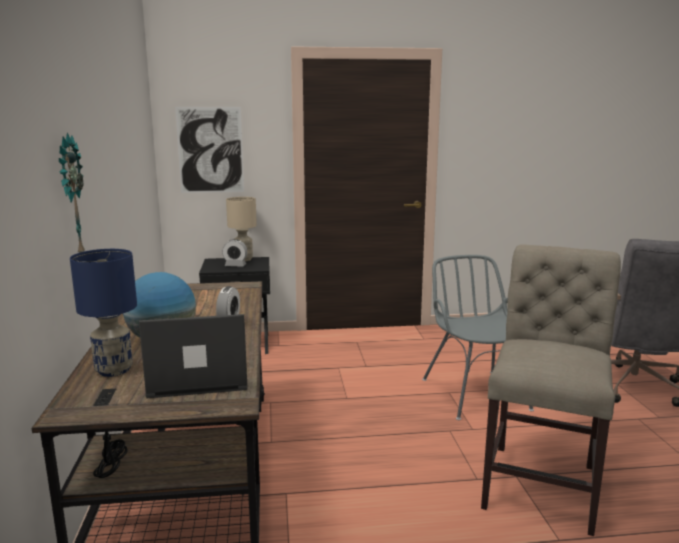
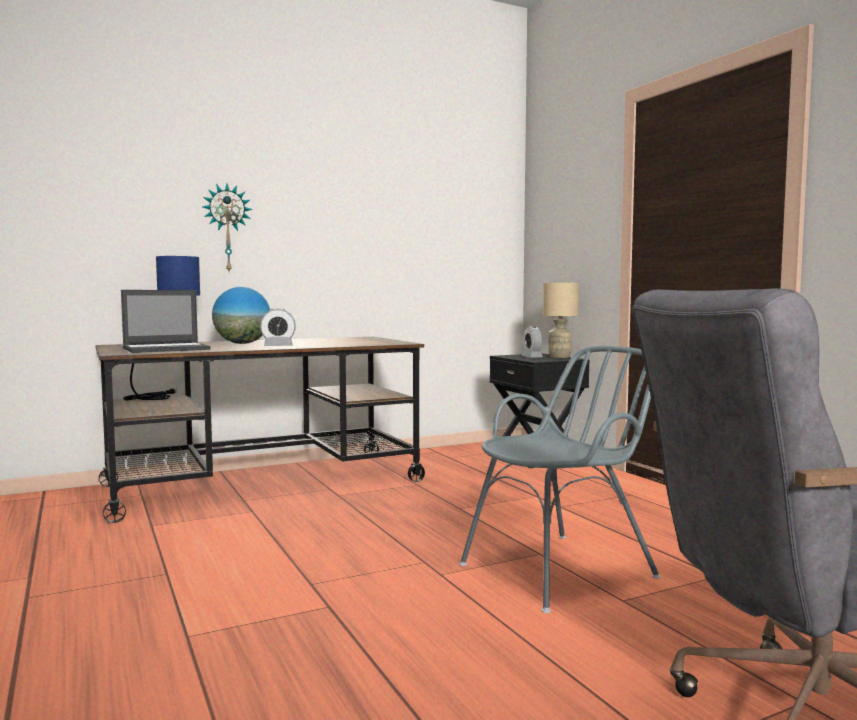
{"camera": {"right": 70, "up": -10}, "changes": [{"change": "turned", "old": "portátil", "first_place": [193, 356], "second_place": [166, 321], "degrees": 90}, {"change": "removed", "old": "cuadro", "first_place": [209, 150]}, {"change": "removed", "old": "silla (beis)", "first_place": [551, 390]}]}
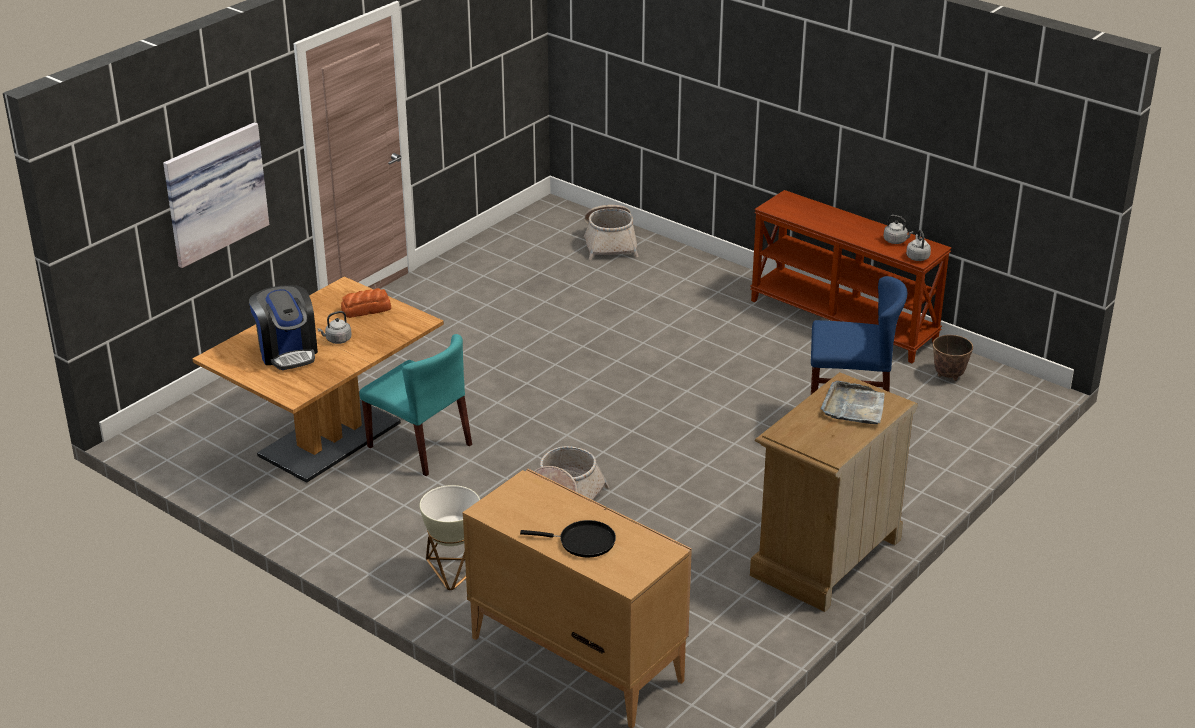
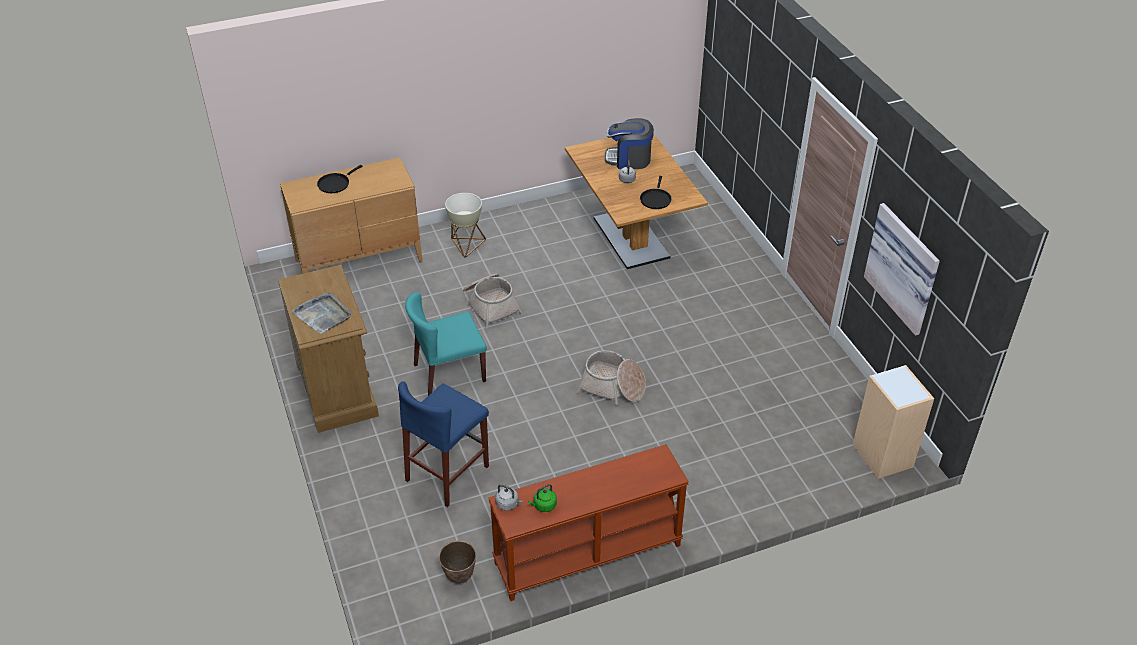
{"camera": {"right": 120, "up": 10}, "changes": [{"change": "moved", "old": "cuadro", "first_place": [216, 195], "second_place": [902, 269]}, {"change": "replaced", "old": "pan", "new": "sartén (negro)", "first_place": [366, 303], "second_place": [656, 192]}, {"change": "moved", "old": "silla (turquesa)", "first_place": [415, 405], "second_place": [446, 344]}, {"change": "moved", "old": "cesta", "first_place": [611, 232], "second_place": [611, 378]}, {"change": "recoloured", "old": "hervidor (gris)", "new": "hervidor (verde)", "first_place": [898, 229], "second_place": [542, 498]}, {"change": "added", "new": "estantería", "second_place": [893, 422]}]}
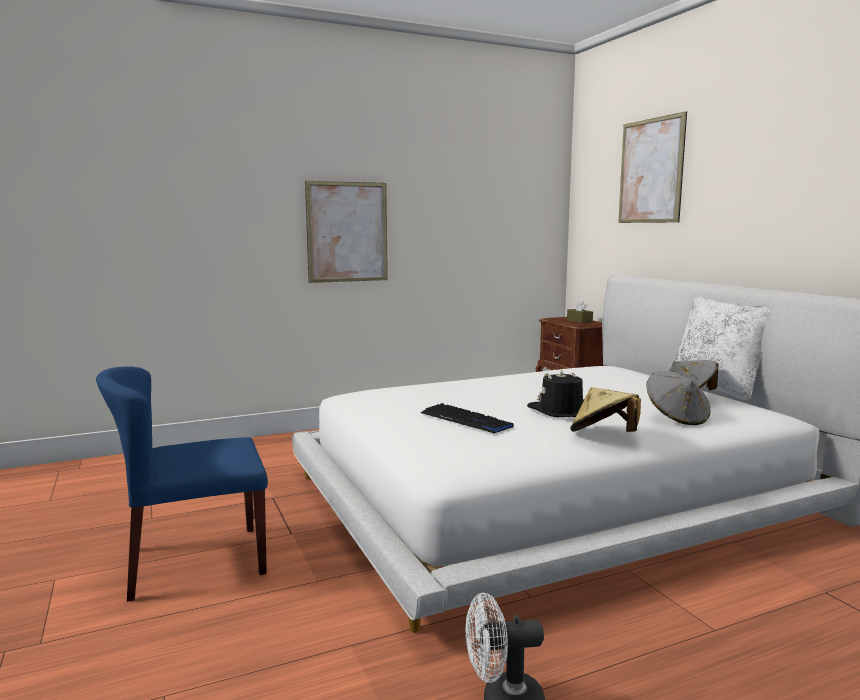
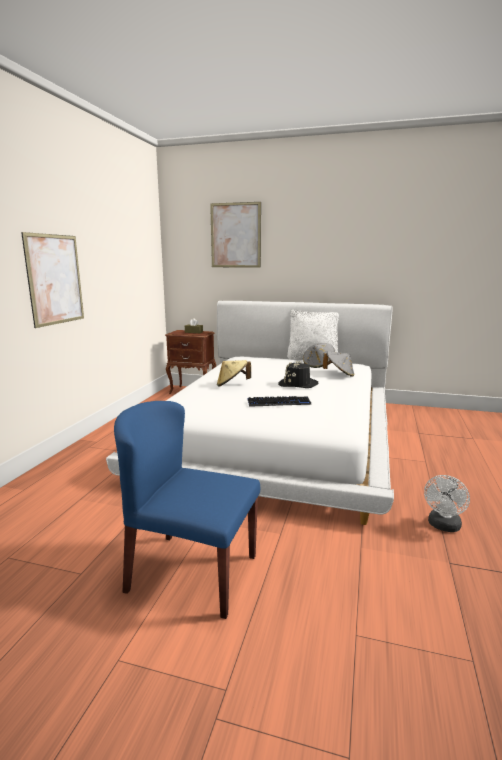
{"camera": {"right": -50, "up": 5}, "changes": [{"change": "turned", "old": "silla (azul)", "first_place": [182, 484], "second_place": [187, 510], "degrees": 90}, {"change": "moved", "old": "sombrero (beis)", "first_place": [605, 409], "second_place": [234, 373]}]}
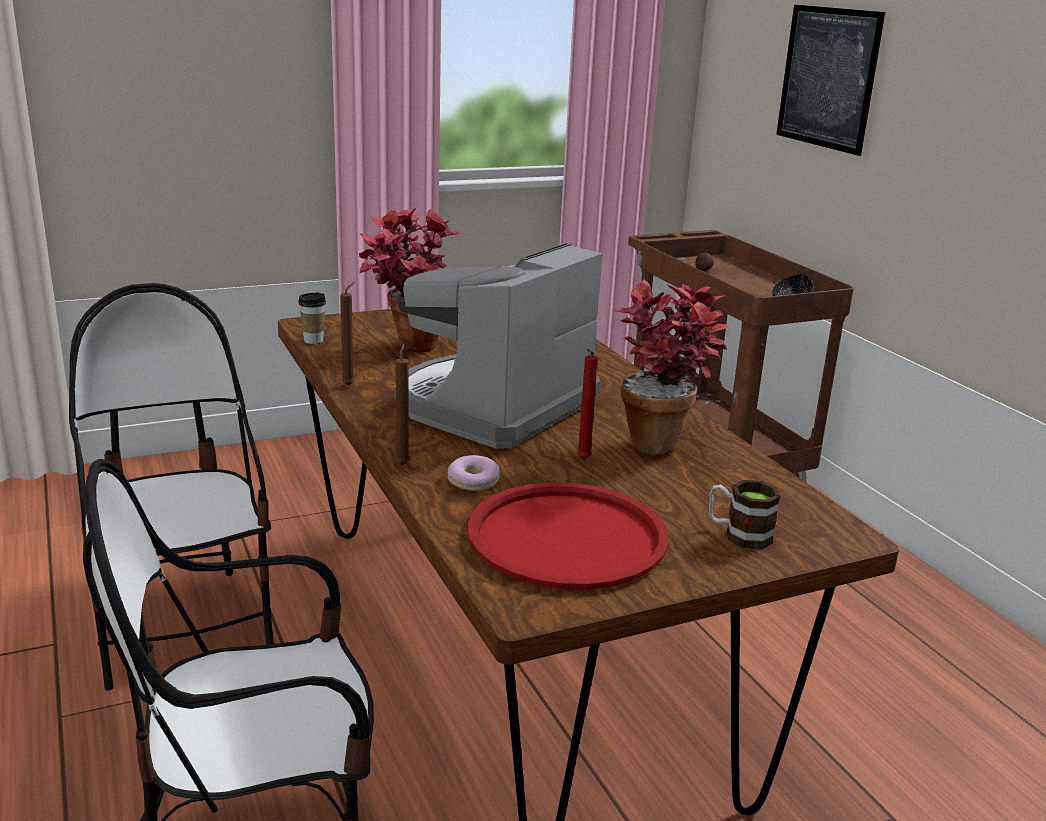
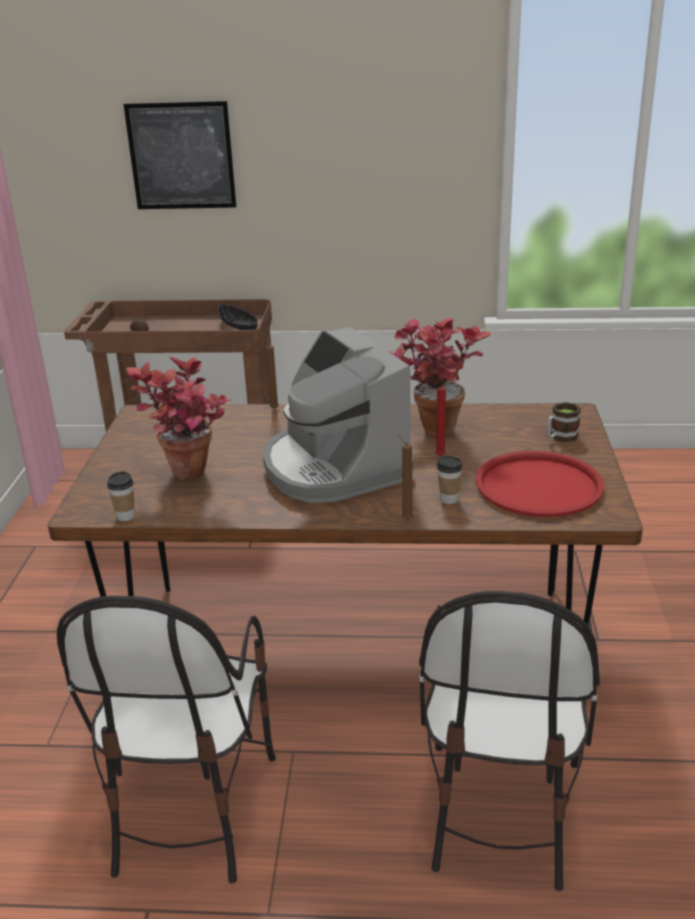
{"camera": {"right": -60, "up": 5}, "changes": [{"change": "turned", "old": "silla", "first_place": [171, 487], "second_place": [166, 740], "degrees": -90}, {"change": "moved", "old": "vela (marrón)", "first_place": [347, 334], "second_place": [272, 373]}, {"change": "replaced", "old": "rosquilla", "new": "taza", "first_place": [474, 473], "second_place": [450, 480]}]}
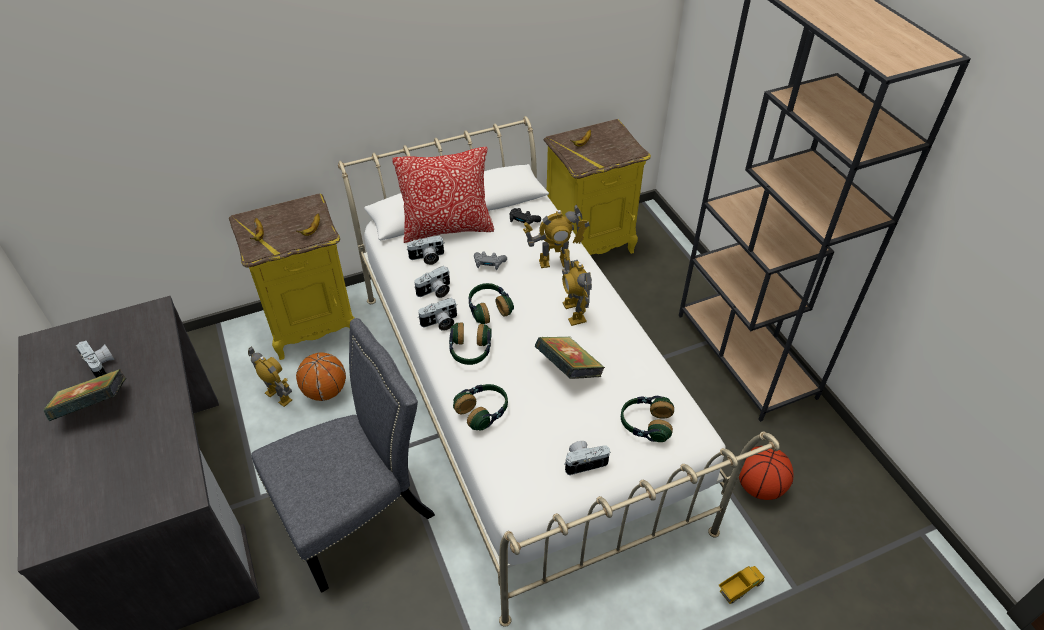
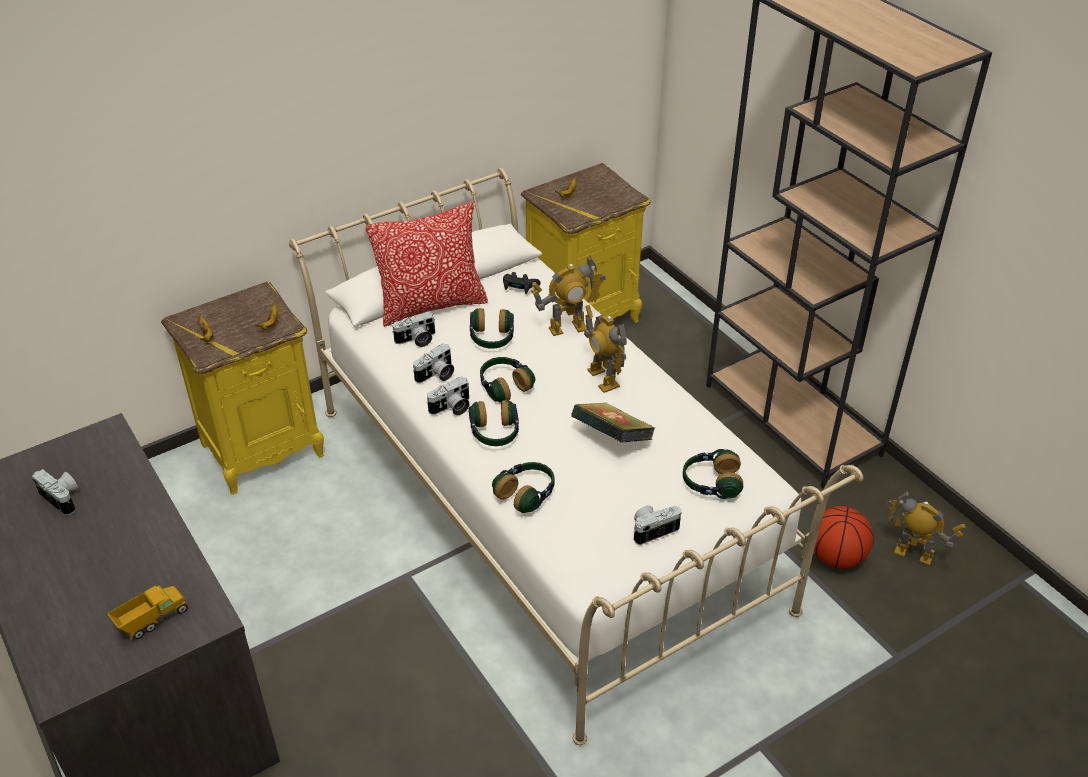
{"camera": {"right": -10, "up": -5}, "changes": [{"change": "removed", "old": "libro", "first_place": [84, 395]}, {"change": "moved", "old": "robot de juguete", "first_place": [270, 376], "second_place": [926, 528]}, {"change": "removed", "old": "silla (gris)", "first_place": [343, 455]}, {"change": "removed", "old": "balón de baloncesto", "first_place": [321, 376]}, {"change": "replaced", "old": "mando de consola (gris)", "new": "auriculares", "first_place": [490, 261], "second_place": [492, 328]}, {"change": "moved", "old": "camión de juguete", "first_place": [741, 585], "second_place": [148, 612]}]}
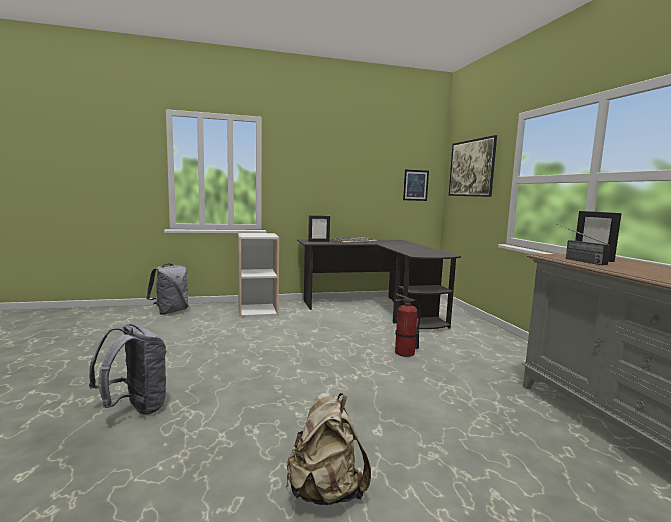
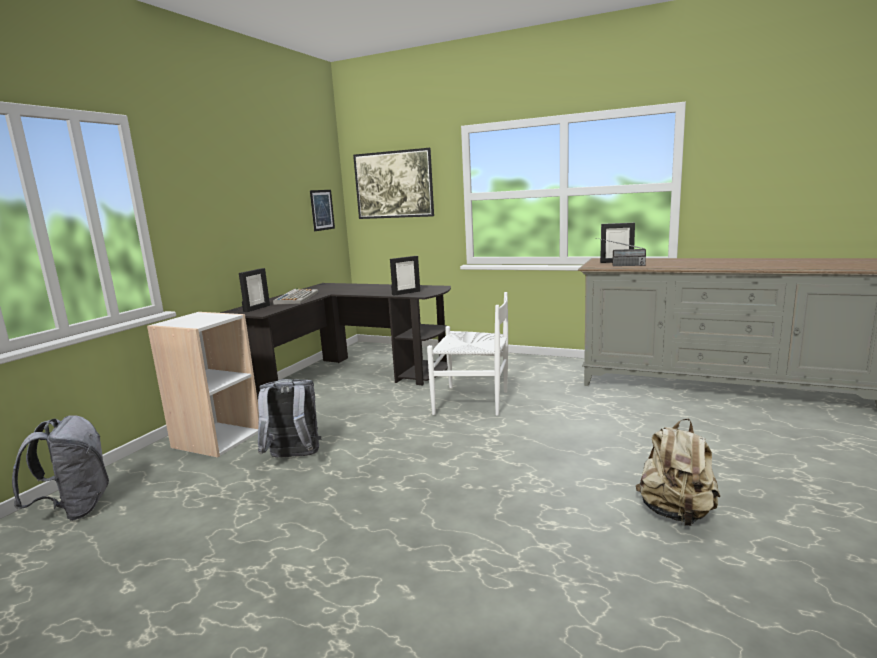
{"camera": {"right": -50, "up": 5}, "changes": [{"change": "moved", "old": "mochila (gris)", "first_place": [127, 369], "second_place": [289, 418]}, {"change": "replaced", "old": "extintor", "new": "silla (blanco)", "first_place": [408, 325], "second_place": [467, 354]}, {"change": "added", "new": "portarretratos", "second_place": [405, 276]}]}
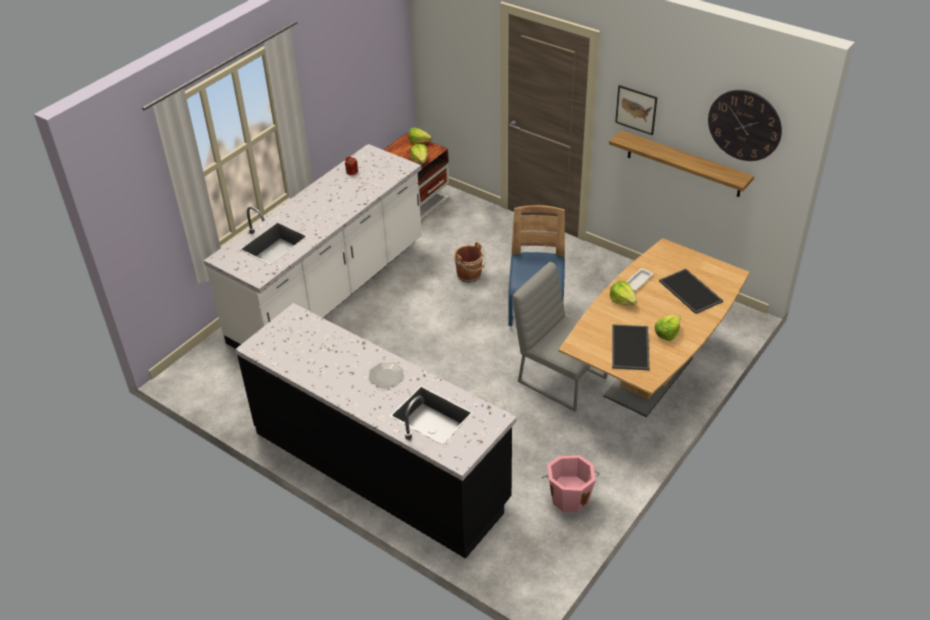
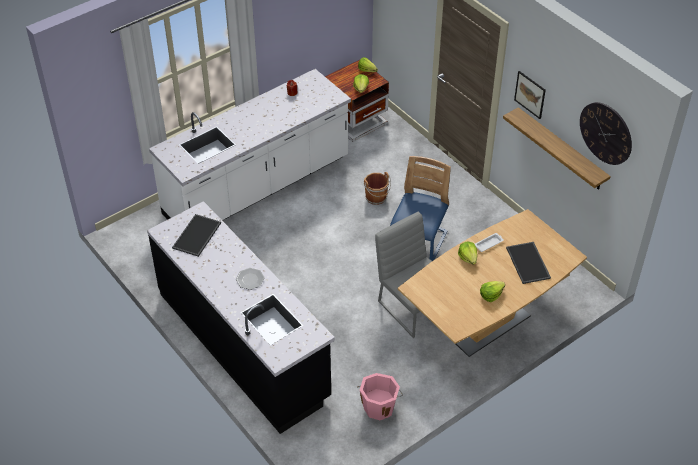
{"camera": {"right": 15, "up": 5}, "changes": [{"change": "moved", "old": "bandeja", "first_place": [631, 347], "second_place": [196, 235]}]}
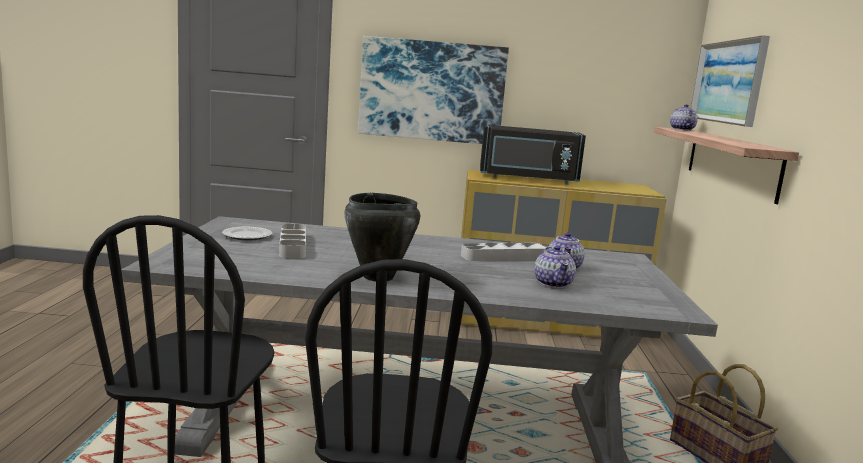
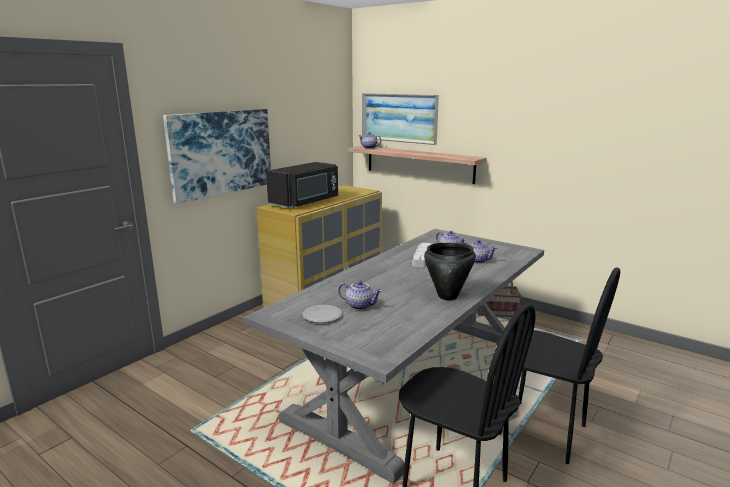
{"camera": {"right": -55, "up": 5}, "changes": [{"change": "replaced", "old": "bandeja (gris)", "new": "tetera", "first_place": [292, 241], "second_place": [360, 295]}]}
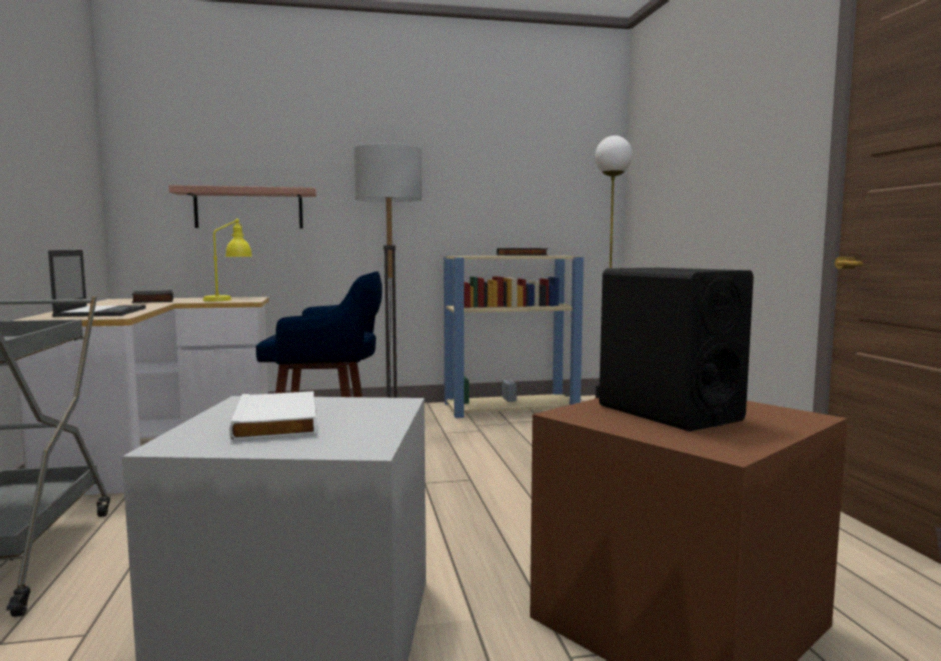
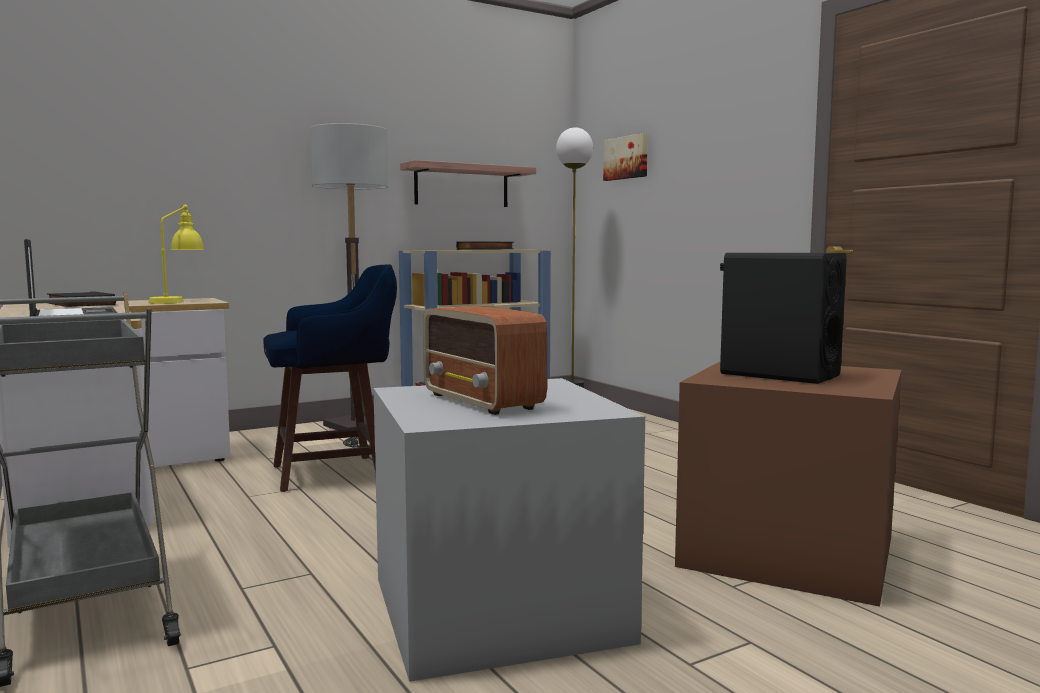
{"camera": {"right": -20, "up": 0}, "changes": [{"change": "moved", "old": "estante", "first_place": [243, 207], "second_place": [468, 183]}, {"change": "replaced", "old": "libro (blanco)", "new": "radio", "first_place": [272, 416], "second_place": [485, 360]}, {"change": "added", "new": "cuadro", "second_place": [625, 157]}]}
